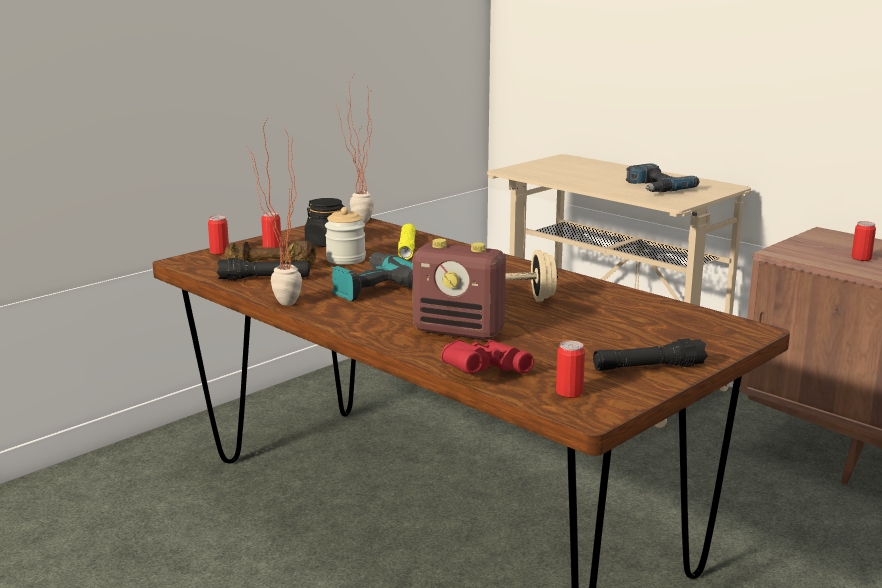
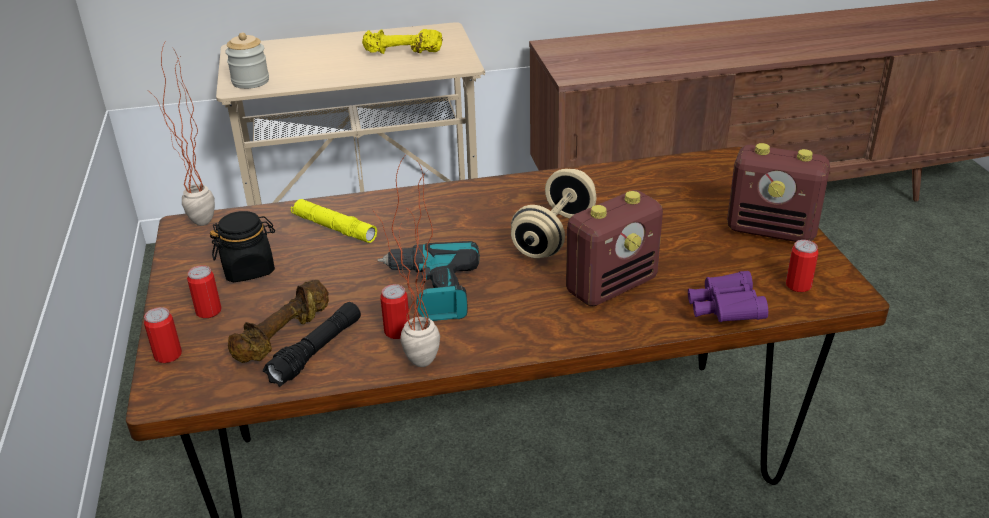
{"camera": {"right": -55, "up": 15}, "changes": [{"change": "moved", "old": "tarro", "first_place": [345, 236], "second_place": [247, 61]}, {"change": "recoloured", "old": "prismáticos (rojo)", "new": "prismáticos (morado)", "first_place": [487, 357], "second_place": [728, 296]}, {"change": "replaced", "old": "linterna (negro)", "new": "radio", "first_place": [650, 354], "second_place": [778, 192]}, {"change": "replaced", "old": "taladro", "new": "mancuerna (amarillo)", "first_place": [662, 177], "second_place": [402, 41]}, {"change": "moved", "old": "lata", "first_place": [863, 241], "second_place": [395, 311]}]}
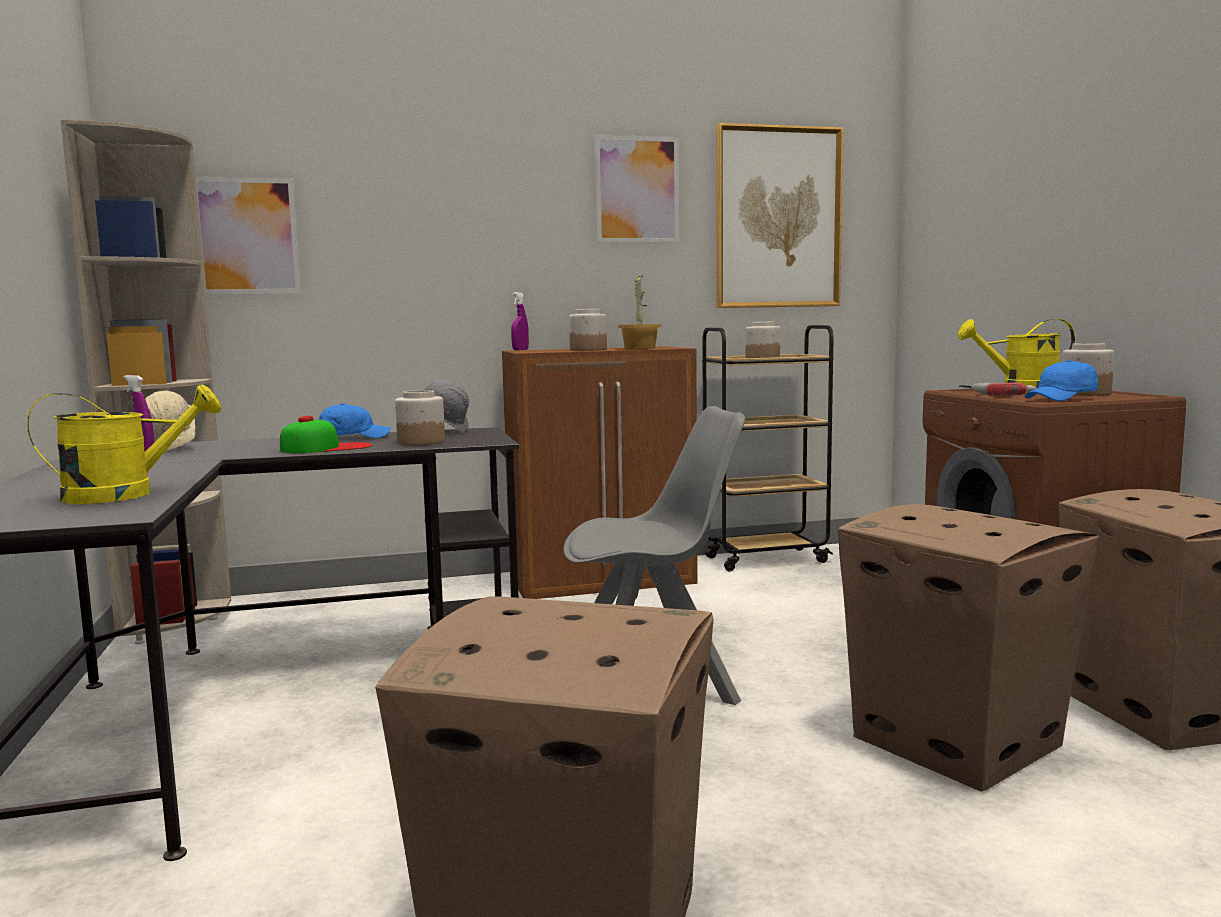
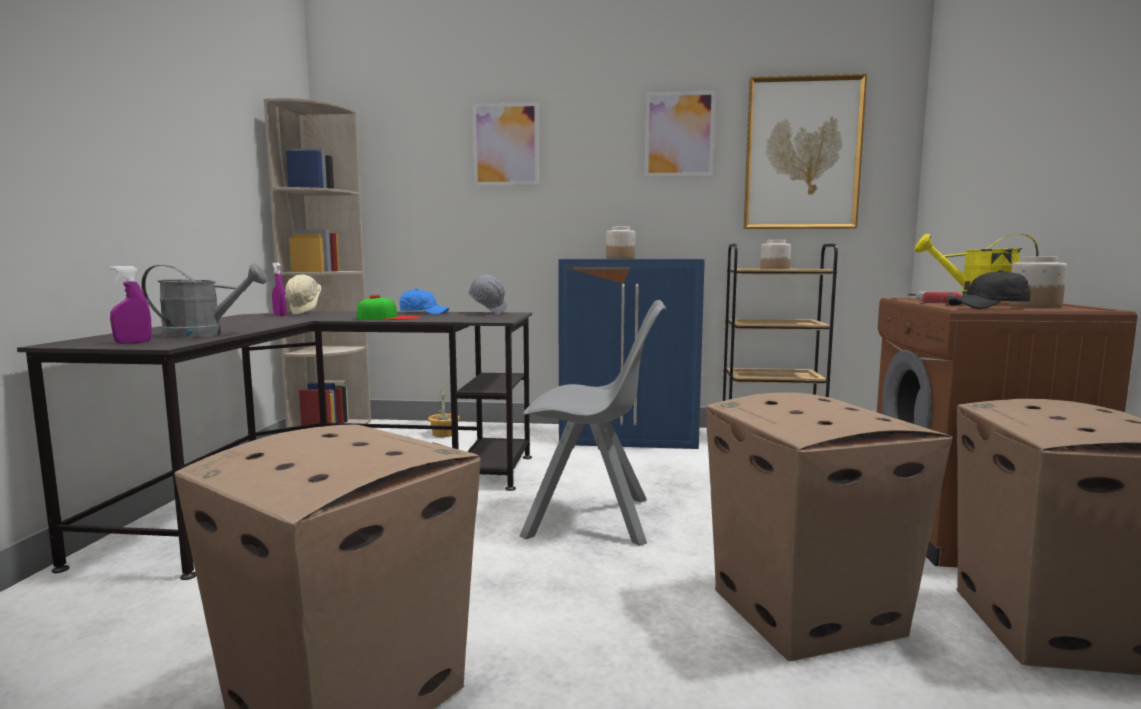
{"camera": {"right": 20, "up": 0}, "changes": [{"change": "recoloured", "old": "regadera (amarillo)", "new": "regadera (gris)", "first_place": [124, 444], "second_place": [204, 300]}, {"change": "moved", "old": "cuadro", "first_place": [248, 236], "second_place": [505, 144]}, {"change": "removed", "old": "tarro", "first_place": [420, 417]}, {"change": "recoloured", "old": "armario (marrón)", "new": "armario (azul)", "first_place": [600, 472], "second_place": [631, 354]}, {"change": "moved", "old": "pulverizador (morado)", "first_place": [520, 321], "second_place": [130, 305]}, {"change": "moved", "old": "planta en maceta", "first_place": [639, 312], "second_place": [444, 410]}, {"change": "recoloured", "old": "gorra (azul)", "new": "gorra (negro)", "first_place": [1061, 380], "second_place": [990, 289]}]}
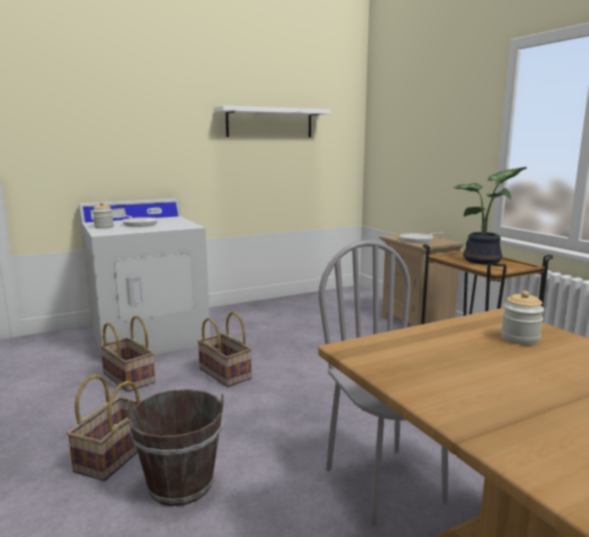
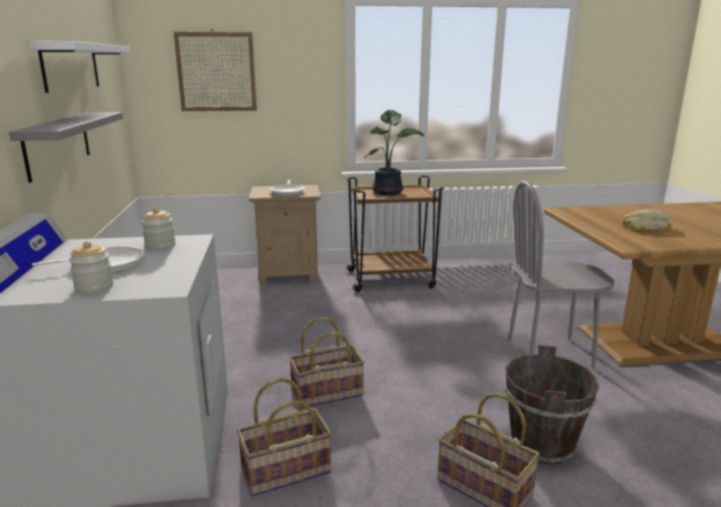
{"camera": {"right": -70, "up": 5}, "changes": [{"change": "moved", "old": "tarro", "first_place": [522, 318], "second_place": [158, 229]}, {"change": "added", "new": "estante (gris)", "second_place": [66, 147]}, {"change": "added", "new": "cuadro", "second_place": [215, 70]}, {"change": "added", "new": "pan", "second_place": [647, 220]}]}
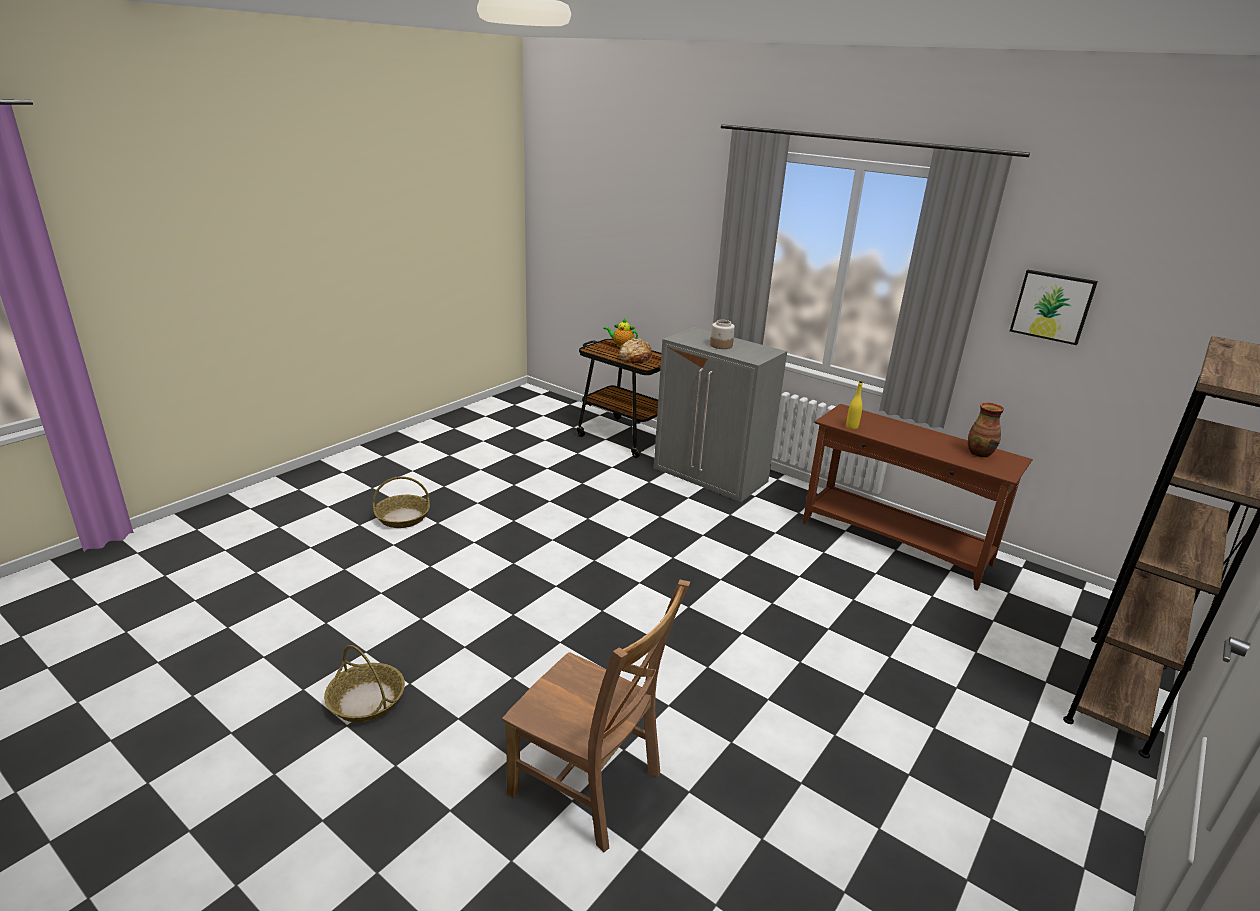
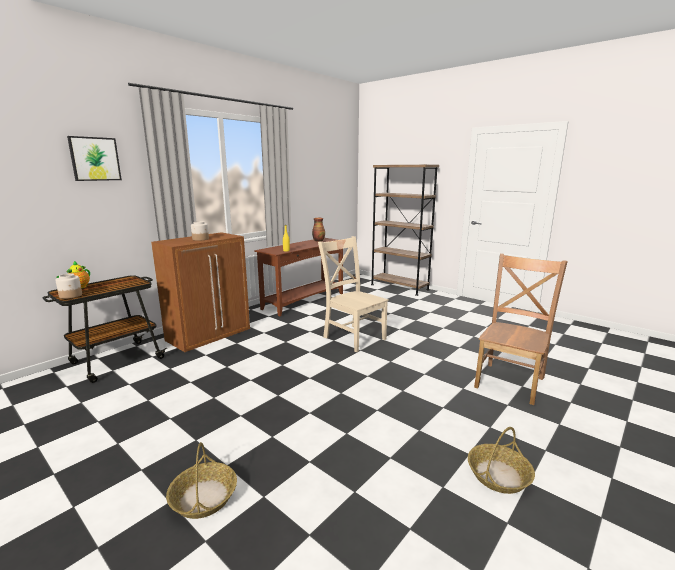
{"camera": {"right": -85, "up": -10}, "changes": [{"change": "removed", "old": "pan", "first_place": [635, 350]}, {"change": "recoloured", "old": "armario (gris)", "new": "armario (marrón)", "first_place": [720, 414], "second_place": [200, 292]}, {"change": "moved", "old": "cuadro", "first_place": [1054, 307], "second_place": [94, 158]}, {"change": "added", "new": "tarro", "second_place": [68, 286]}, {"change": "added", "new": "silla (beis)", "second_place": [353, 294]}]}
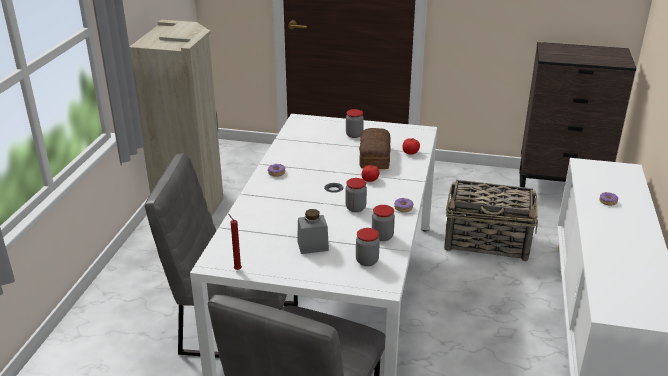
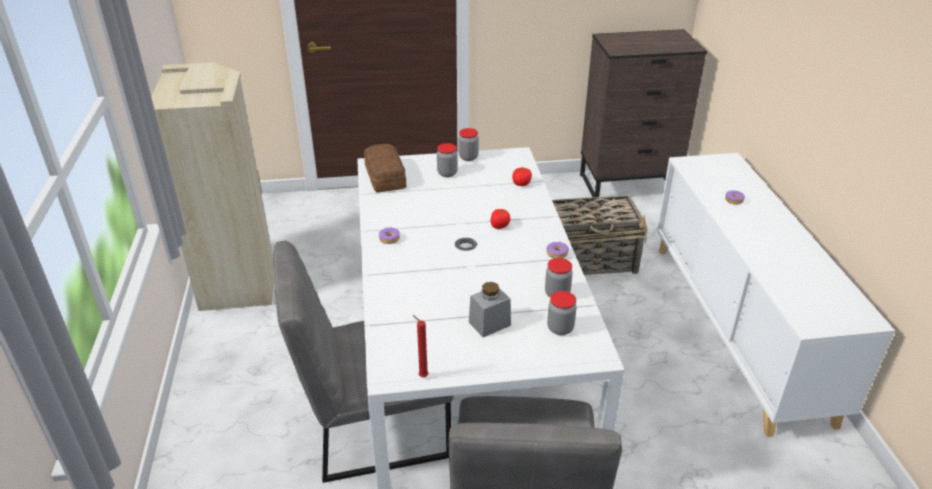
{"camera": {"right": -20, "up": 5}, "changes": [{"change": "moved", "old": "tarro", "first_place": [356, 195], "second_place": [469, 144]}, {"change": "moved", "old": "pan", "first_place": [375, 148], "second_place": [385, 168]}]}
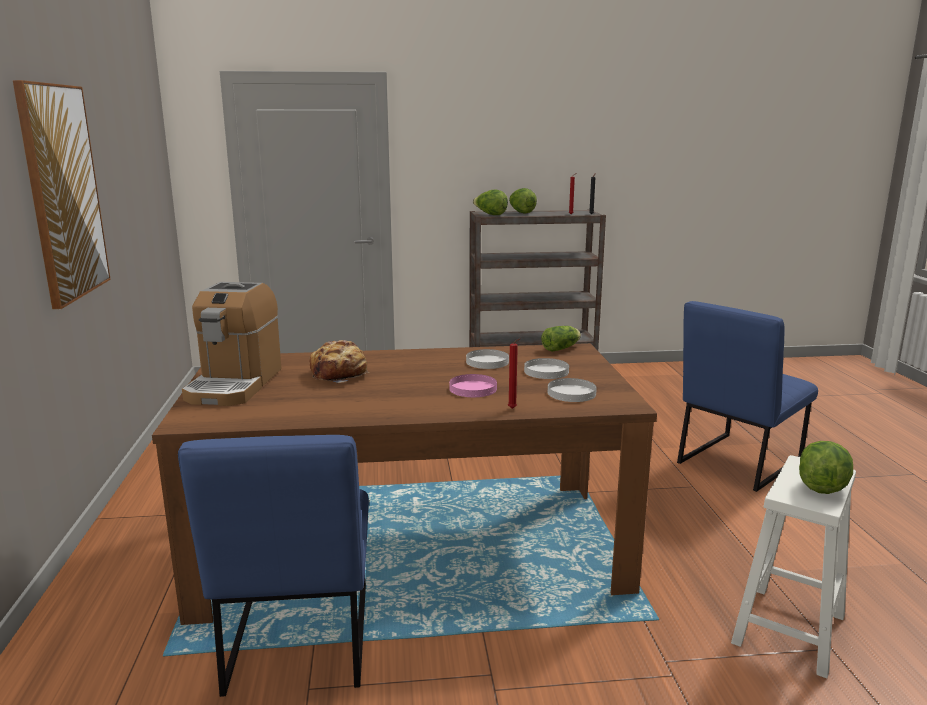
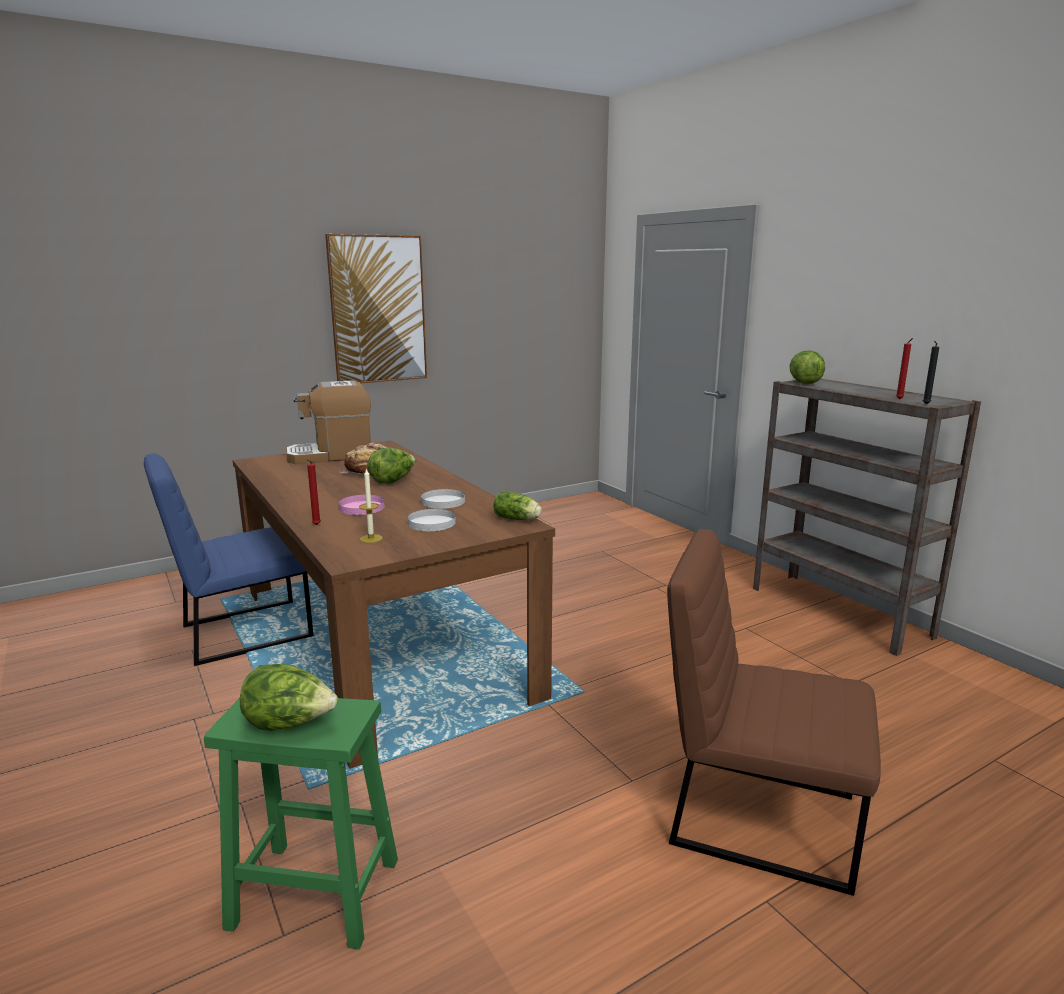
{"camera": {"right": 65, "up": 0}, "changes": [{"change": "moved", "old": "lechuga", "first_place": [523, 200], "second_place": [391, 466]}, {"change": "replaced", "old": "plato (blanco)", "new": "vela", "first_place": [572, 390], "second_place": [371, 506]}, {"change": "recoloured", "old": "silla (azul)", "new": "silla (marrón)", "first_place": [747, 396], "second_place": [774, 712]}, {"change": "recoloured", "old": "taburete (blanco)", "new": "taburete (verde)", "first_place": [793, 567], "second_place": [301, 824]}]}
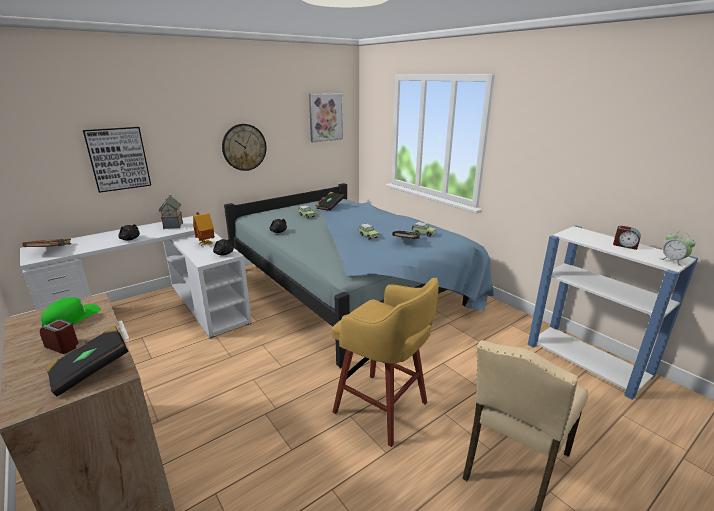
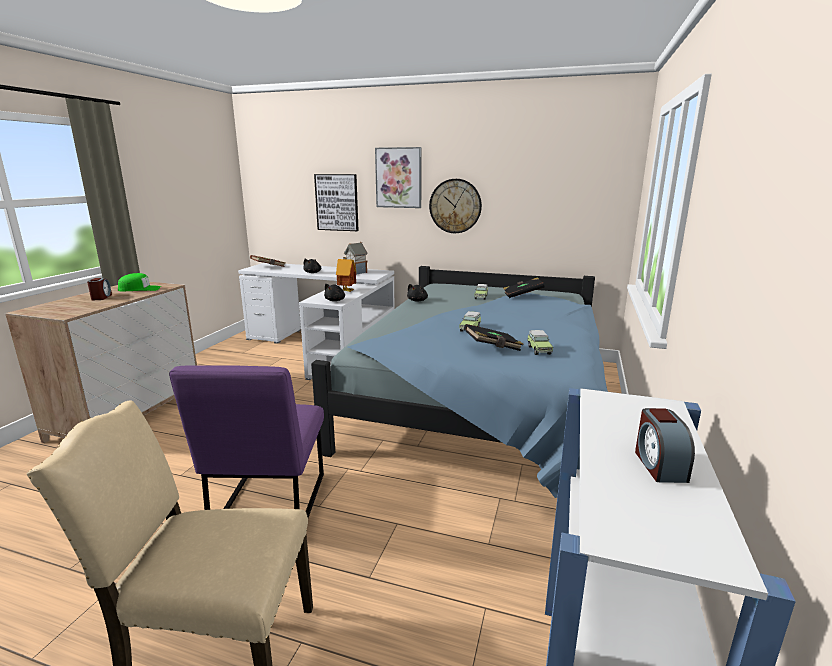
{"camera": {"right": 55, "up": -5}, "changes": [{"change": "removed", "old": "libro (negro)", "first_place": [87, 361]}, {"change": "moved", "old": "cuadro", "first_place": [326, 117], "second_place": [398, 177]}, {"change": "replaced", "old": "taburete (amarillo)", "new": "silla (morado)", "first_place": [385, 362], "second_place": [246, 441]}, {"change": "removed", "old": "despertador", "first_place": [677, 249]}]}
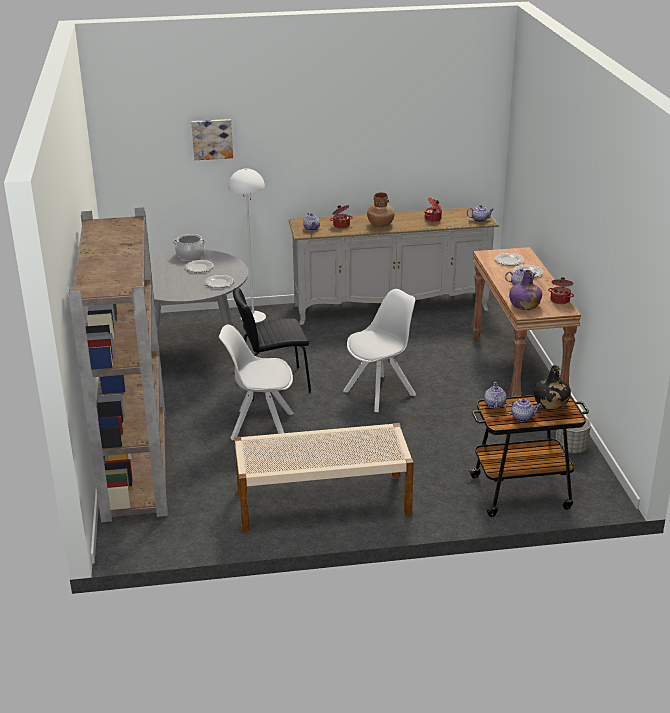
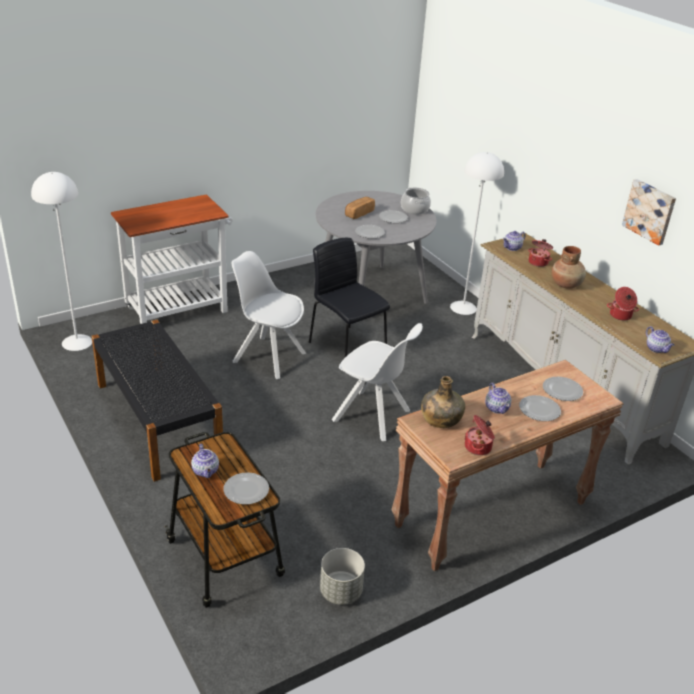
{"camera": {"right": 65, "up": 5}, "changes": [{"change": "replaced", "old": "estantería (marrón)", "new": "carrito (blanco)", "first_place": [118, 364], "second_place": [171, 259]}, {"change": "moved", "old": "cuadro", "first_place": [212, 139], "second_place": [649, 212]}, {"change": "turned", "old": "silla (blanco)", "first_place": [256, 382], "second_place": [269, 315], "degrees": -45}, {"change": "recoloured", "old": "banco (beis)", "new": "banco (negro)", "first_place": [324, 477], "second_place": [157, 401]}, {"change": "removed", "old": "tetera", "first_place": [495, 395]}, {"change": "recoloured", "old": "botella (morado)", "new": "botella (verde)", "first_place": [525, 290], "second_place": [443, 402]}, {"change": "replaced", "old": "botella (negro)", "new": "plato", "first_place": [552, 387], "second_place": [246, 489]}, {"change": "added", "new": "lámpara de pie (blanco)", "second_place": [61, 261]}, {"change": "added", "new": "pan", "second_place": [360, 208]}]}
